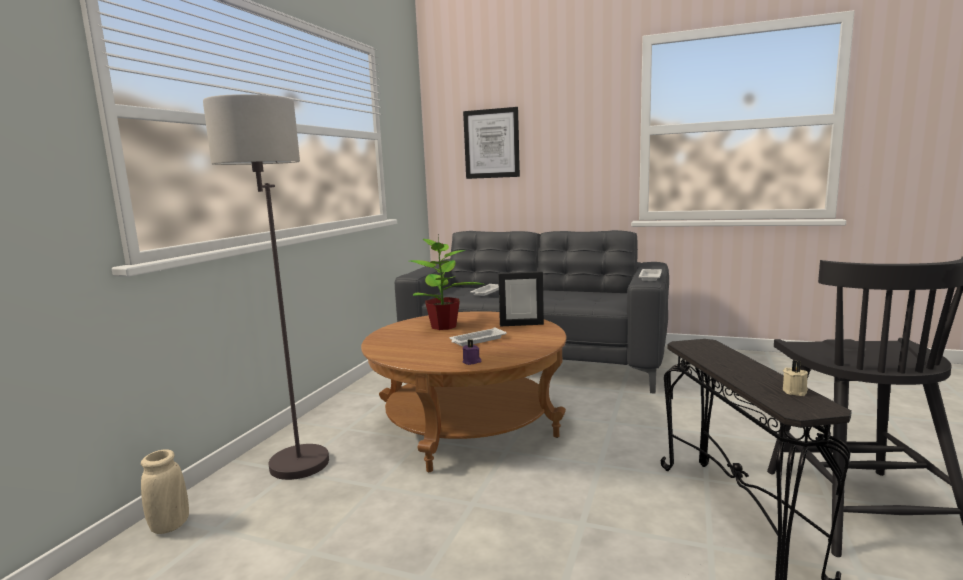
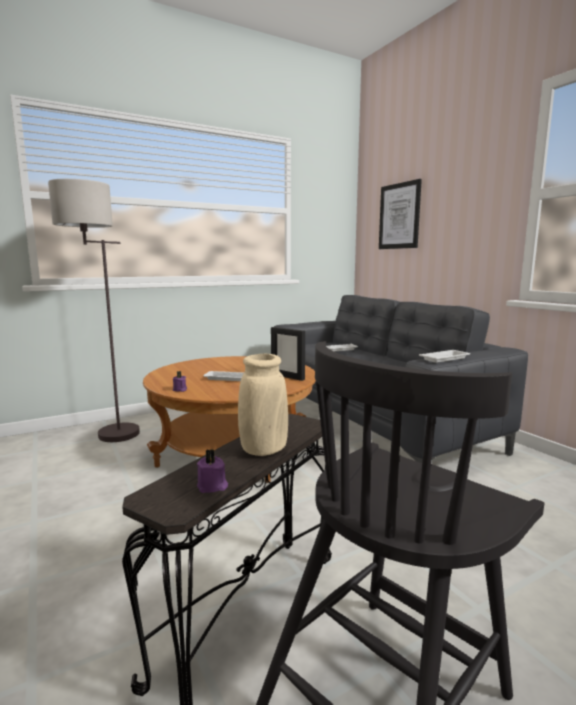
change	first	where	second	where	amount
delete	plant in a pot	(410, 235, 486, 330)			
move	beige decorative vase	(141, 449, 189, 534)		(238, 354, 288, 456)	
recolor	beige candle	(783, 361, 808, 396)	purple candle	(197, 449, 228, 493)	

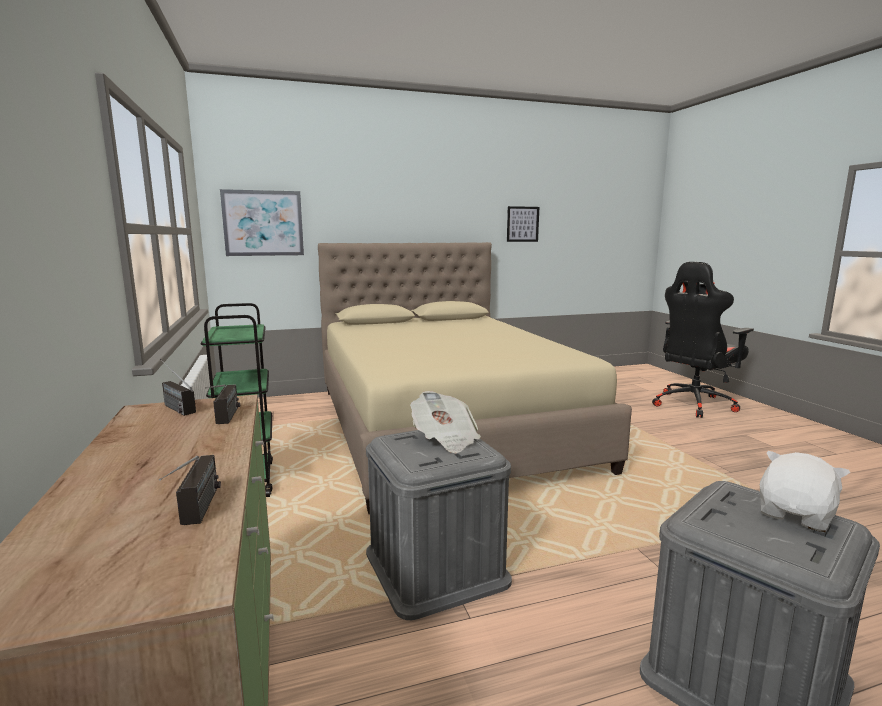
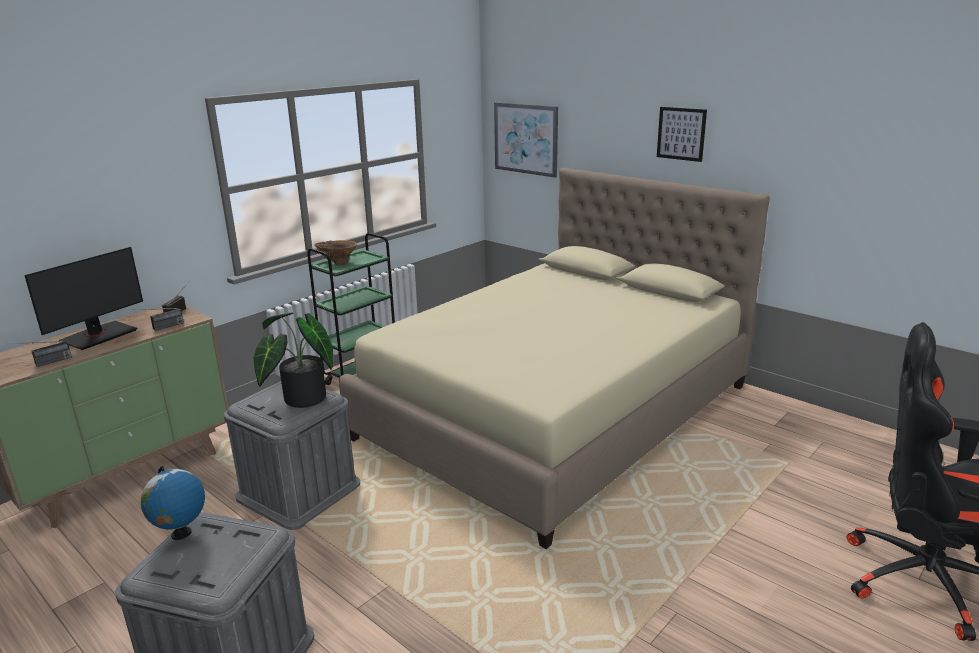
change	first	where	second	where	amount
delete	white soft toy	(760, 451, 850, 532)			
insert			computer display	(24, 247, 143, 350)	
insert			world globe	(141, 466, 205, 540)	
insert			brown decorative vase	(315, 240, 357, 265)	
move	wall art	(507, 206, 539, 242)		(657, 107, 707, 162)	
replace	newspaper	(410, 391, 481, 453)	plant in a pot	(254, 312, 333, 408)	

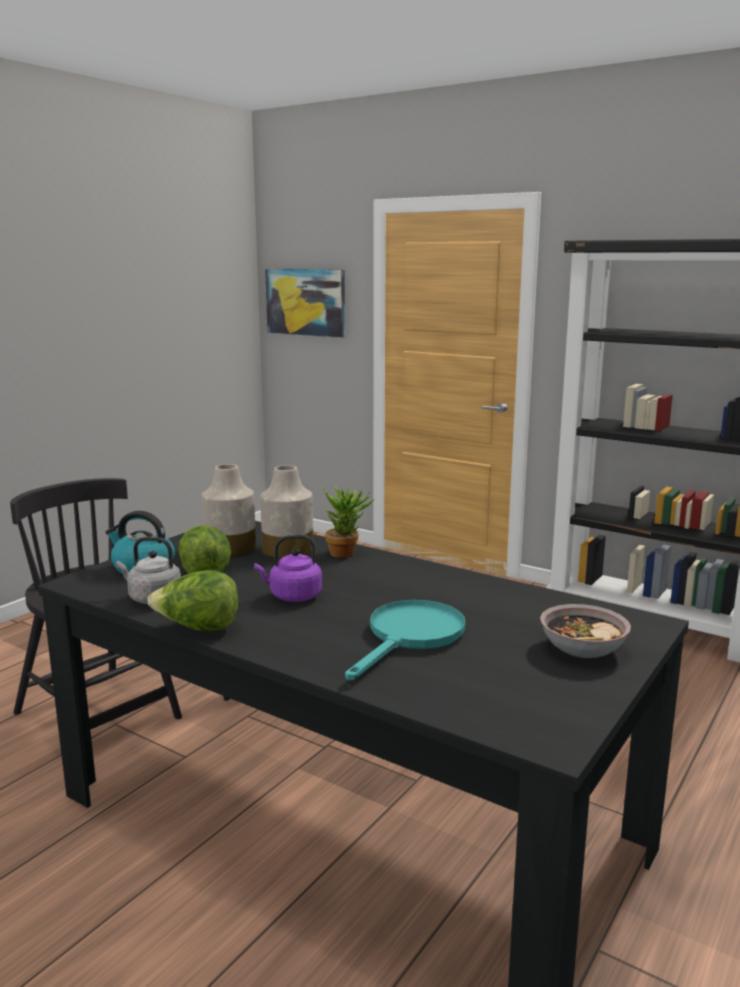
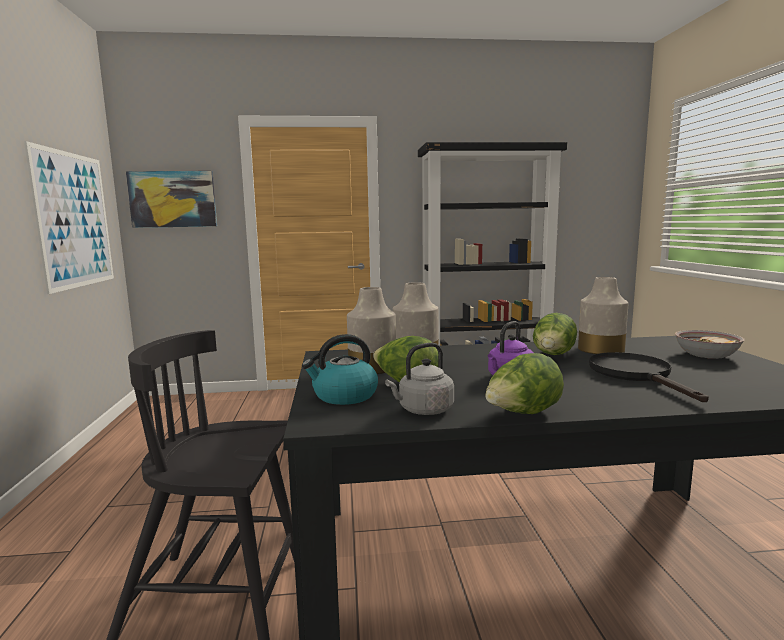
change	first	where	second	where	amount
delete	plant in a pot	(321, 486, 375, 558)			
insert			wall art	(24, 141, 114, 294)	
insert			lettuce	(533, 313, 577, 355)	
insert			beige decorative vase	(578, 277, 629, 354)	
recolor	blue-green frying pan	(345, 600, 465, 680)	black frying pan	(589, 352, 709, 402)	

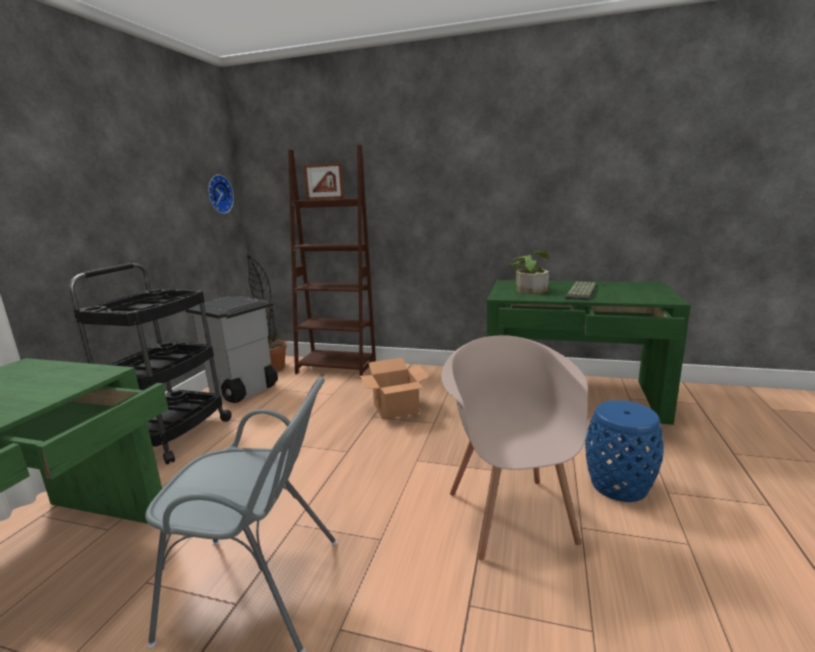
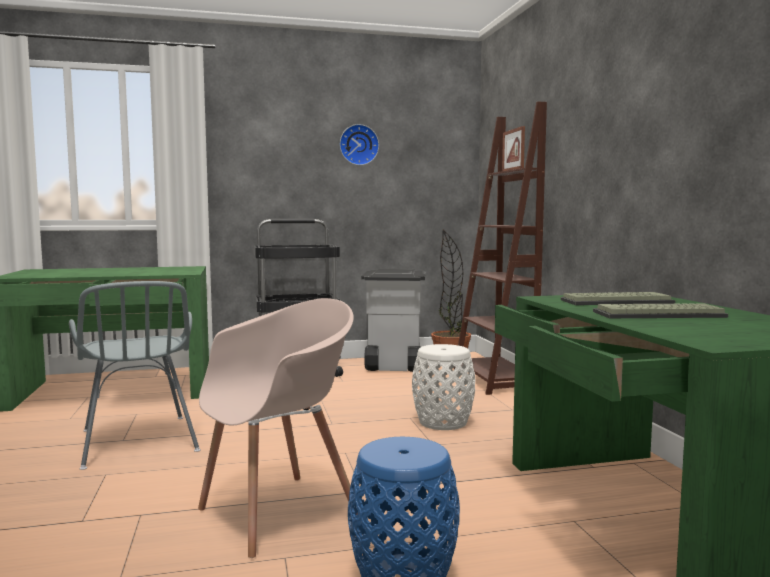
change	first	where	second	where	amount
move	clock on the wall	(208, 175, 234, 214)		(340, 124, 379, 165)	
replace	carton	(360, 357, 430, 419)	white stool	(412, 344, 475, 430)	
replace	plant in a pot	(508, 251, 549, 294)	computer keyboard	(561, 292, 676, 305)	

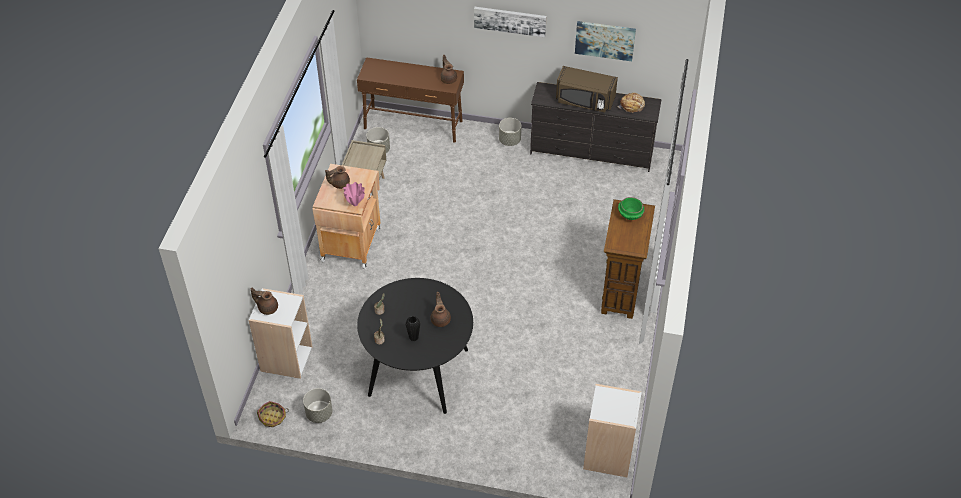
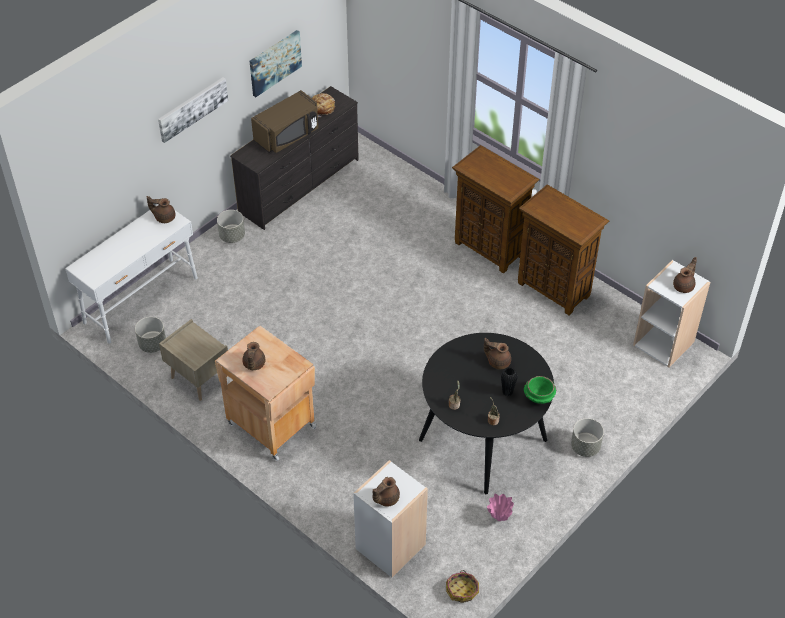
change	first	where	second	where	amount
insert			brown storage cabinet	(518, 184, 609, 315)	
insert			brown pot for tea	(673, 257, 697, 293)	
move	gray plant pot	(303, 388, 333, 423)		(571, 418, 604, 457)	
move	pink decorative vase	(343, 182, 365, 206)		(487, 494, 514, 521)	
move	greenish deep dish	(618, 197, 645, 220)		(524, 376, 556, 404)	
recolor	brown hall table	(357, 57, 464, 143)	white hall table	(65, 204, 198, 344)	

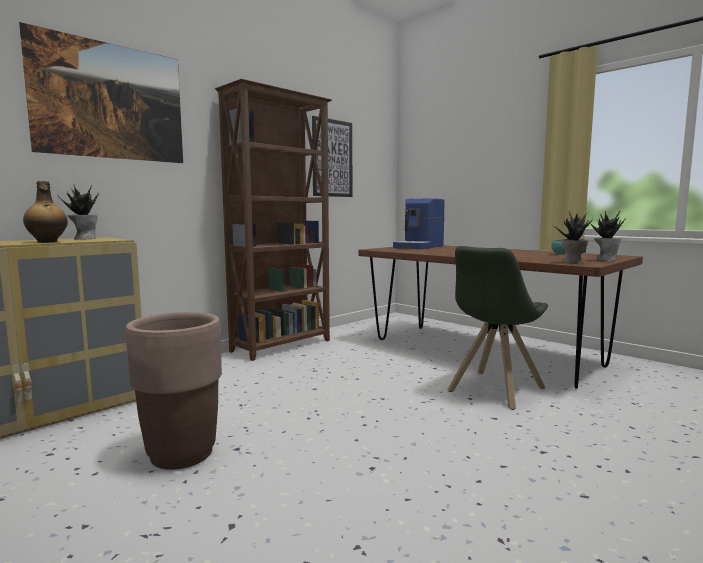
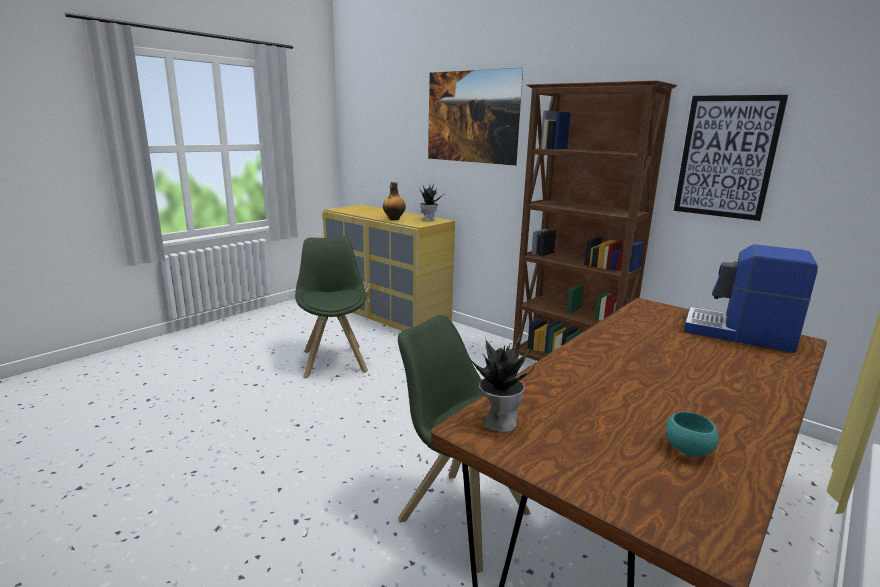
change	first	where	second	where	amount
delete	plant in a pot	(588, 211, 626, 261)			
replace	brown plant pot	(126, 312, 222, 470)	greenish plain chair	(295, 237, 368, 378)	

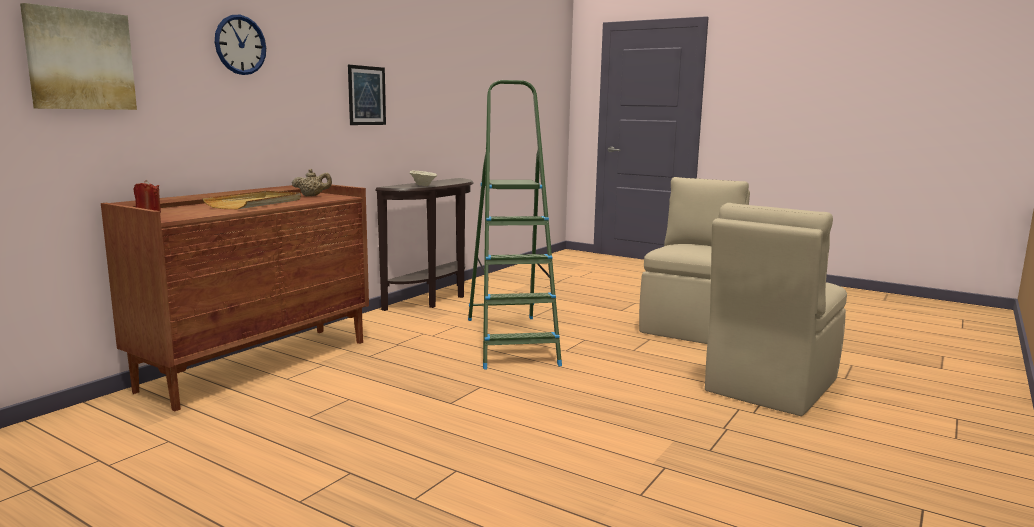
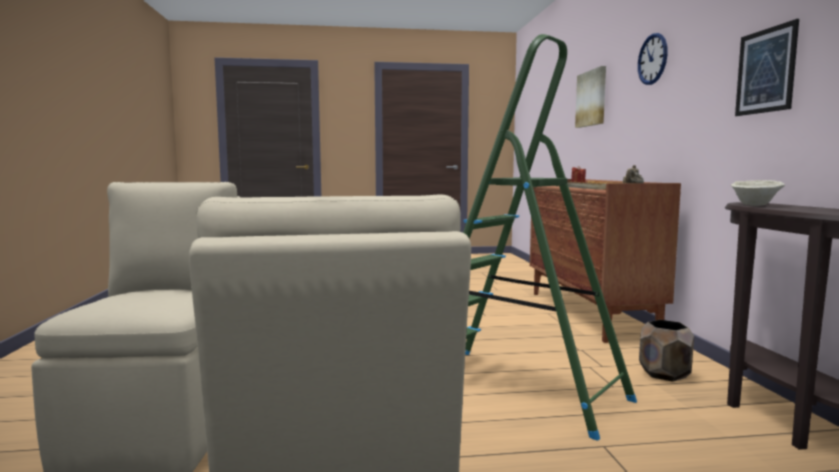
change	first	where	second	where	amount
insert			brown plant pot	(639, 320, 694, 382)	

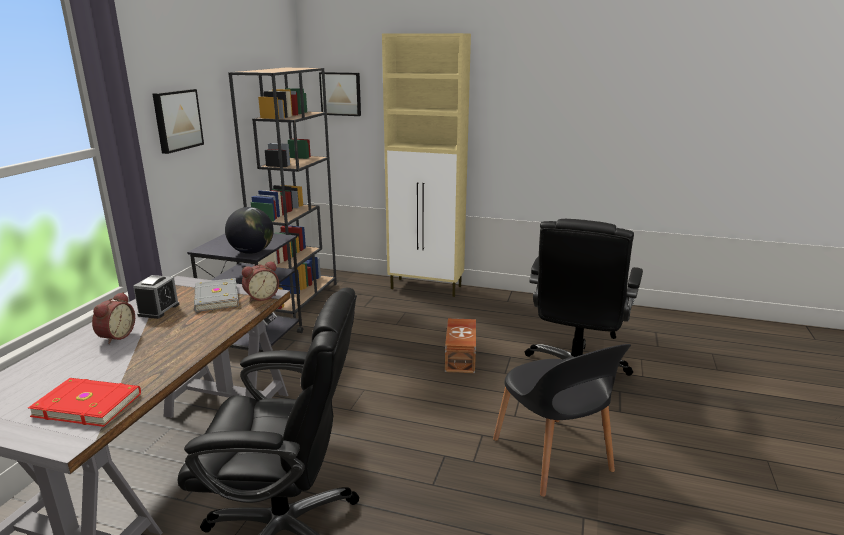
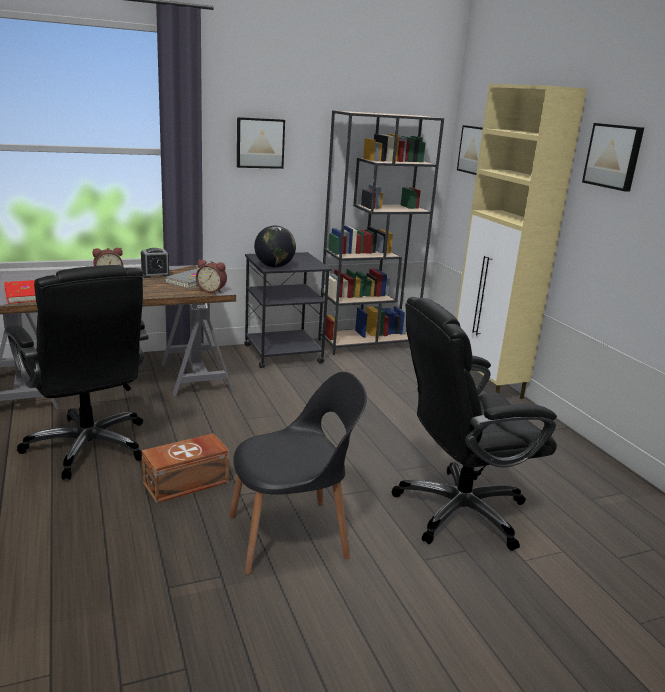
change	first	where	second	where	amount
insert			wall art	(582, 123, 644, 191)	
move	brown storage box	(445, 318, 476, 373)		(142, 433, 229, 503)	
rotate	black plain chair	(493, 344, 631, 497)		(229, 372, 367, 574)	135 degrees counterclockwise

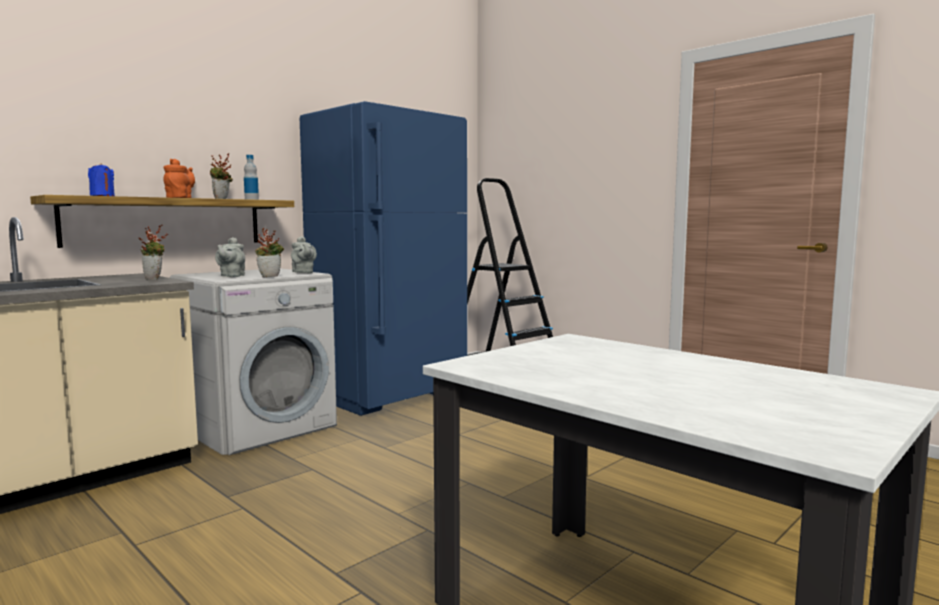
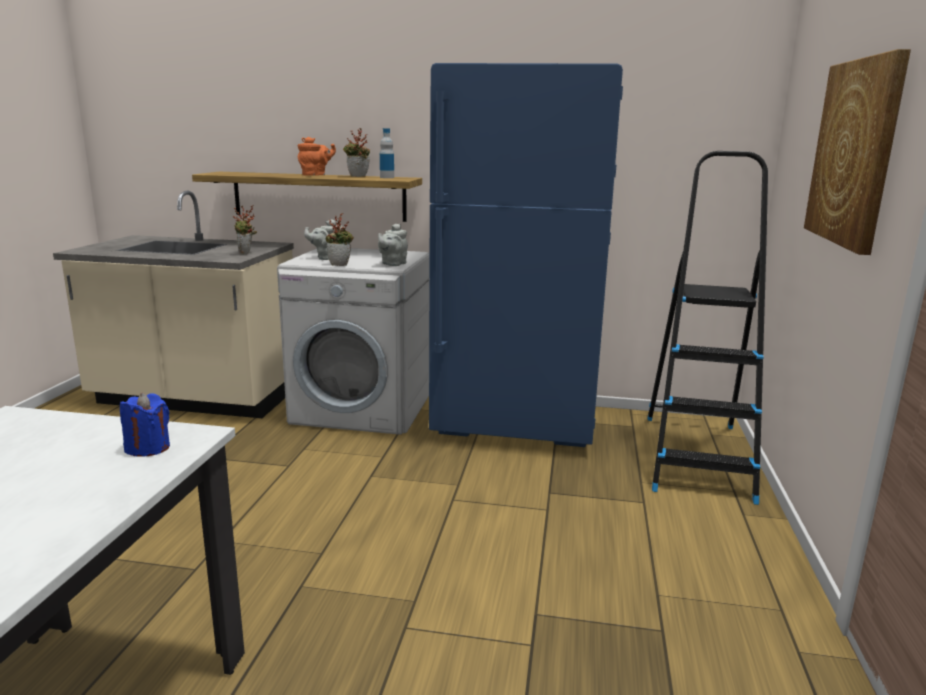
change	first	where	second	where	amount
insert			wall art	(804, 49, 911, 255)	
move	blue candle	(88, 163, 115, 196)		(120, 393, 170, 457)	

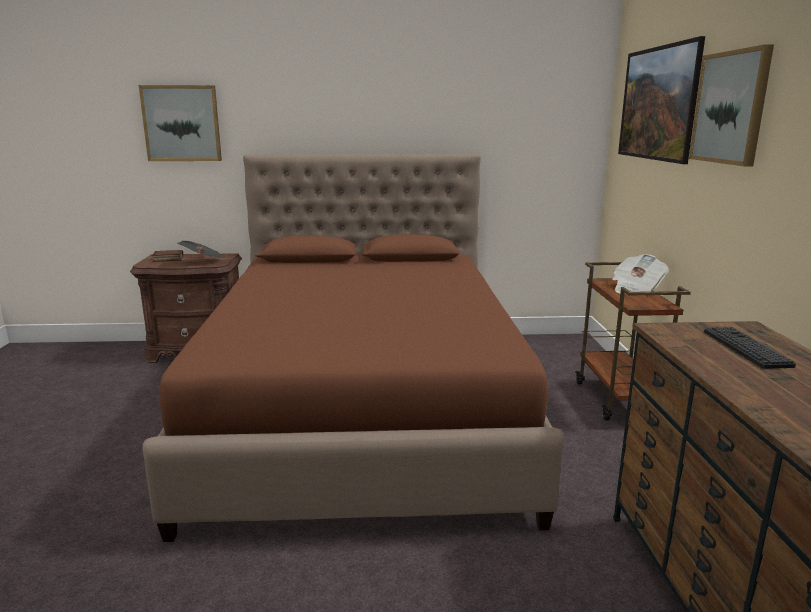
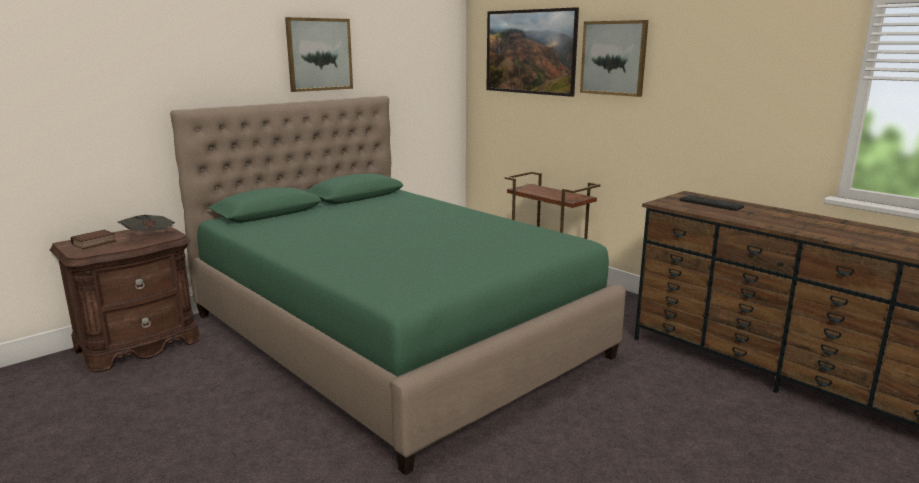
change	first	where	second	where	amount
delete	newspaper	(613, 254, 669, 294)			
move	wall art	(139, 85, 222, 161)		(285, 17, 353, 92)	
recolor	brown bed	(142, 154, 564, 542)	greenish bed	(170, 96, 626, 475)	

